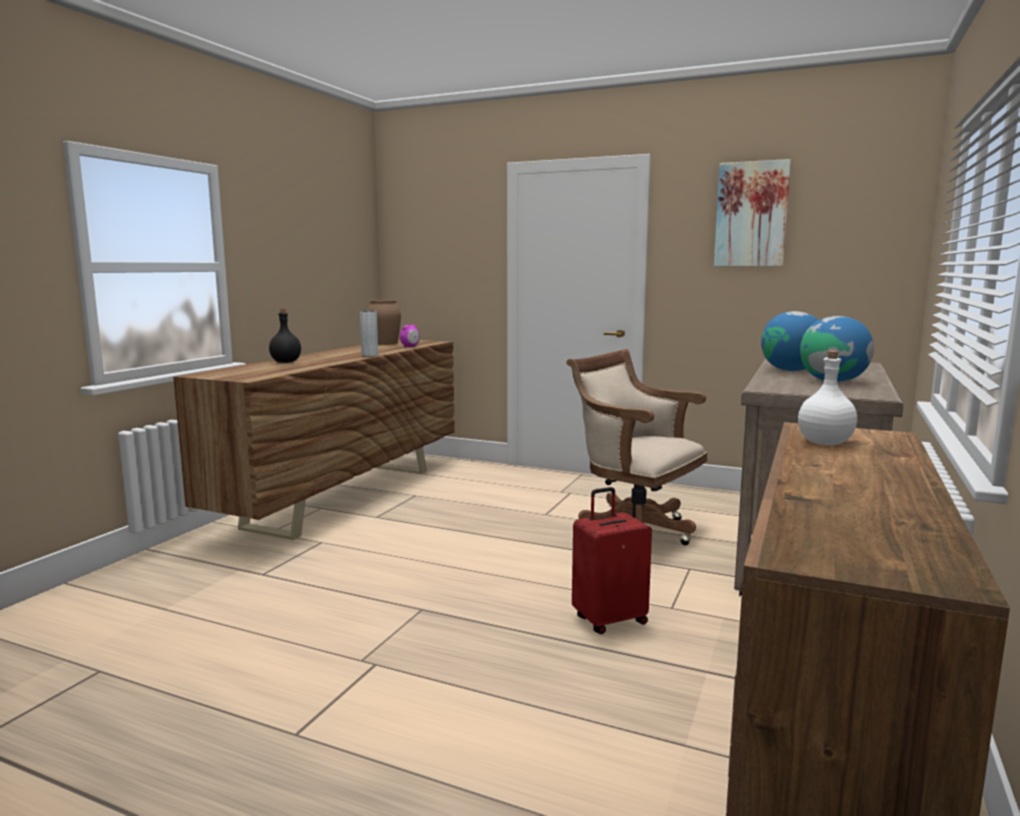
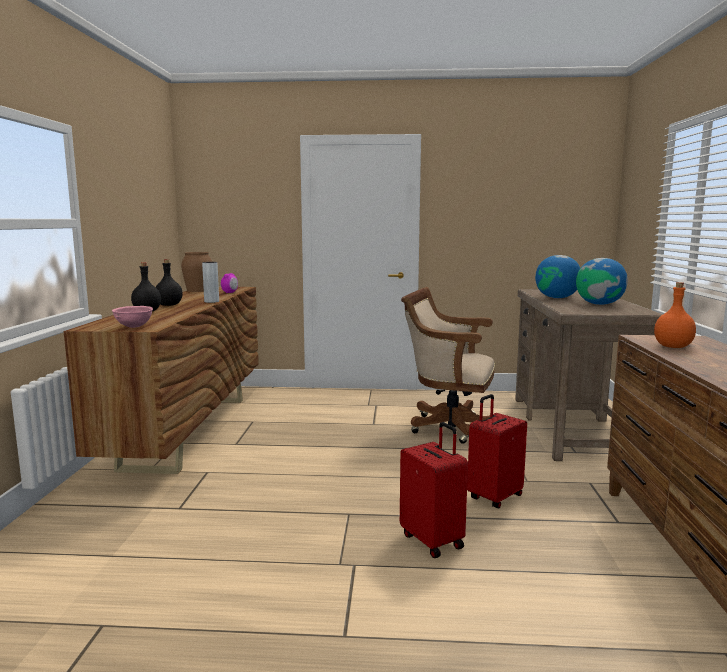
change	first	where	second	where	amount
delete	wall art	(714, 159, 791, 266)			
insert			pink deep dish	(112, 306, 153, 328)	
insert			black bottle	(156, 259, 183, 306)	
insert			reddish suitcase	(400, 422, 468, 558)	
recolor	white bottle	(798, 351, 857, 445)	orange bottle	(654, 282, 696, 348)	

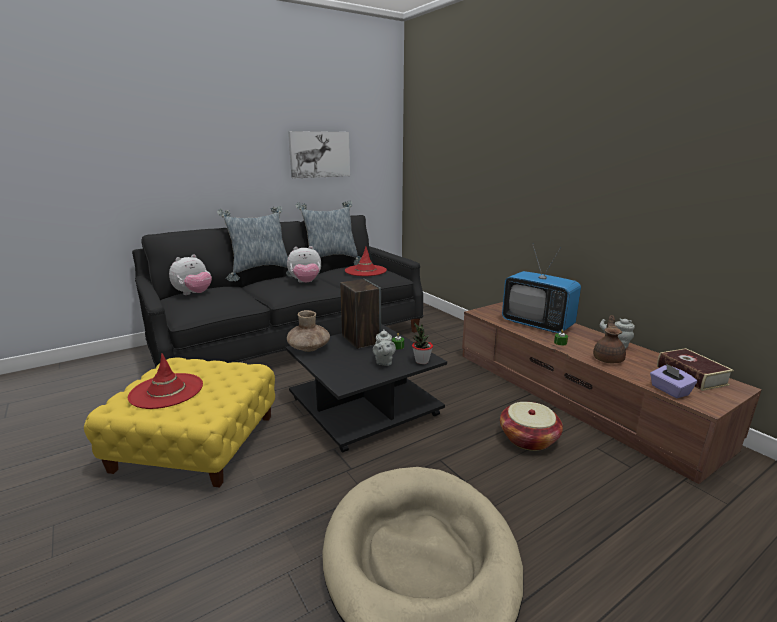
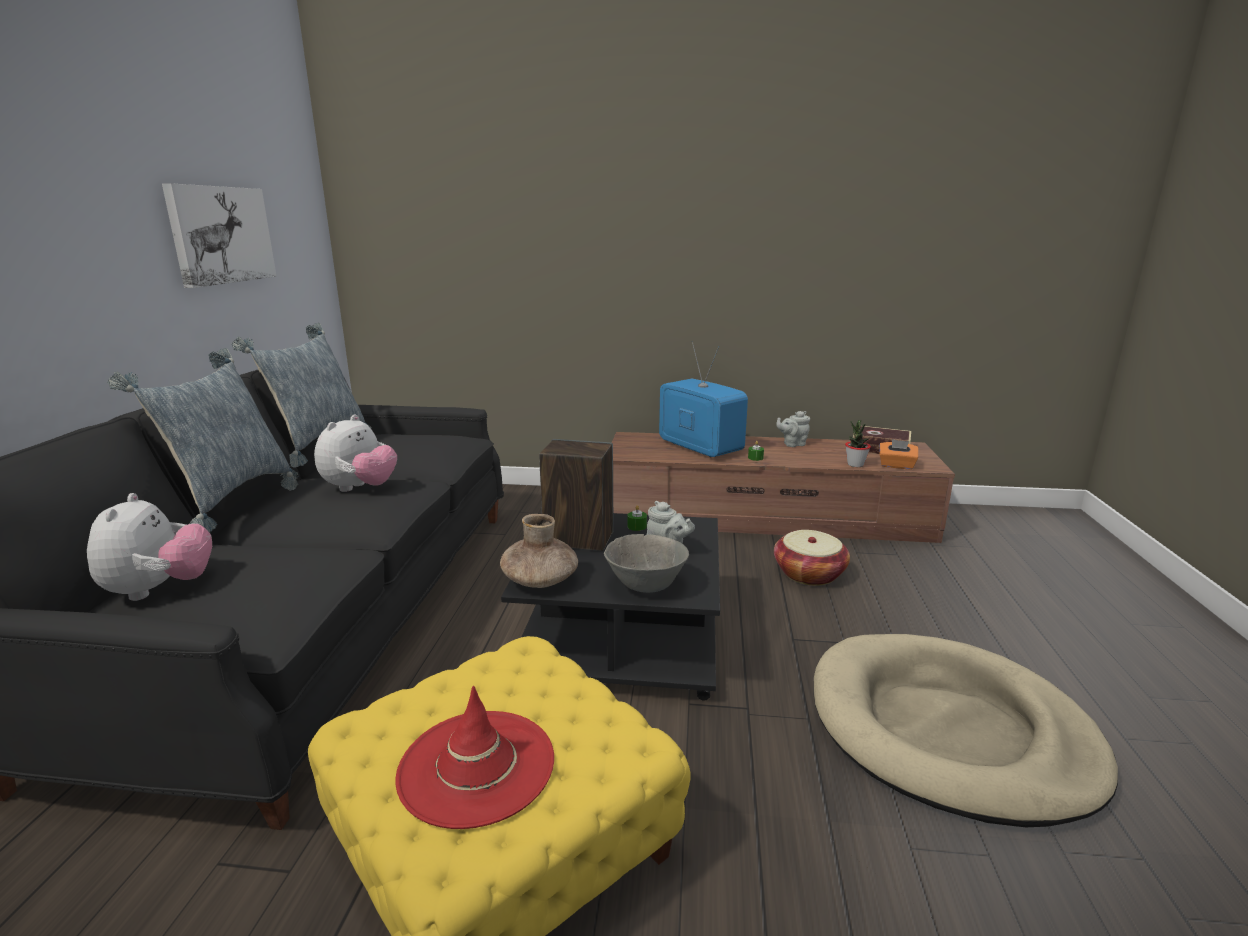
change	first	where	second	where	amount
delete	reddish hat	(345, 246, 387, 276)			
delete	brown pot for tea	(593, 315, 626, 363)			
insert			gray deep dish	(604, 534, 689, 593)	
move	plant in a pot	(412, 322, 433, 364)		(845, 420, 871, 467)	
recolor	purple box of tissues	(650, 364, 697, 398)	orange box of tissues	(879, 439, 918, 470)	
rotate	television	(502, 243, 581, 333)		(659, 341, 748, 457)	120 degrees counterclockwise

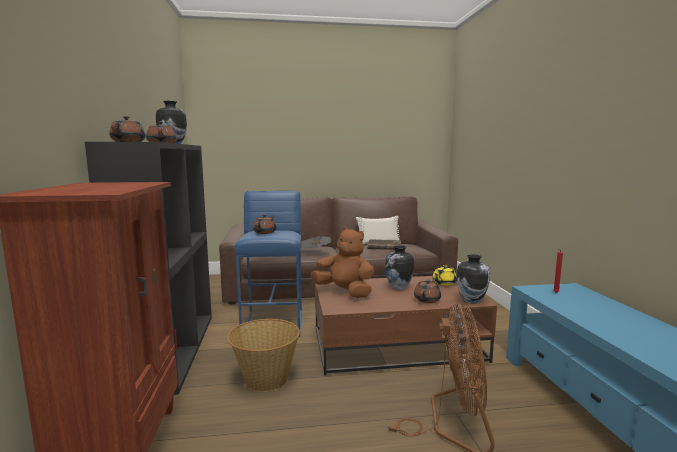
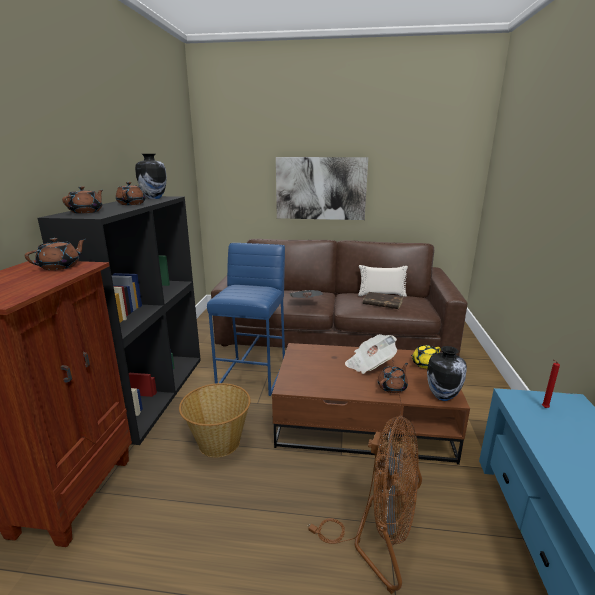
change	first	where	second	where	amount
delete	brown soft toy	(310, 227, 374, 298)			
insert			wall art	(276, 157, 368, 220)	
move	brown pot for tea	(253, 214, 277, 234)		(25, 238, 86, 270)	
replace	decorative vase	(385, 245, 414, 290)	newspaper	(345, 334, 397, 374)	

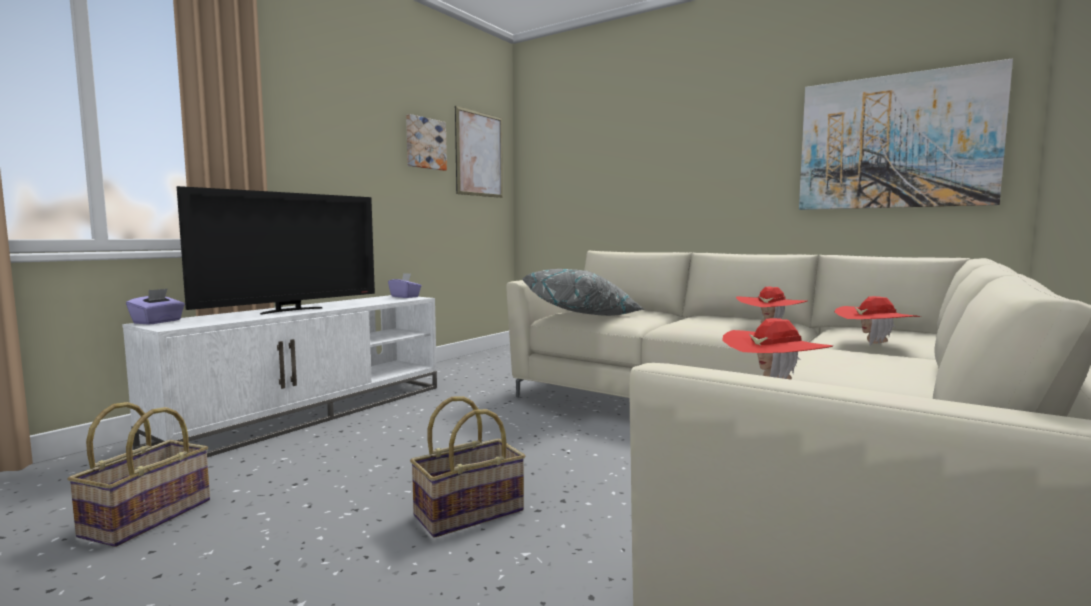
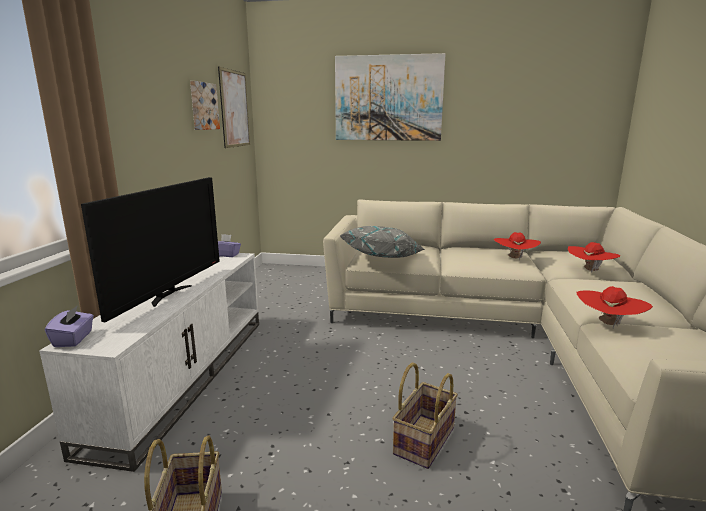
change	first	where	second	where	amount
move	wall art	(799, 59, 1013, 210)		(335, 53, 446, 141)	

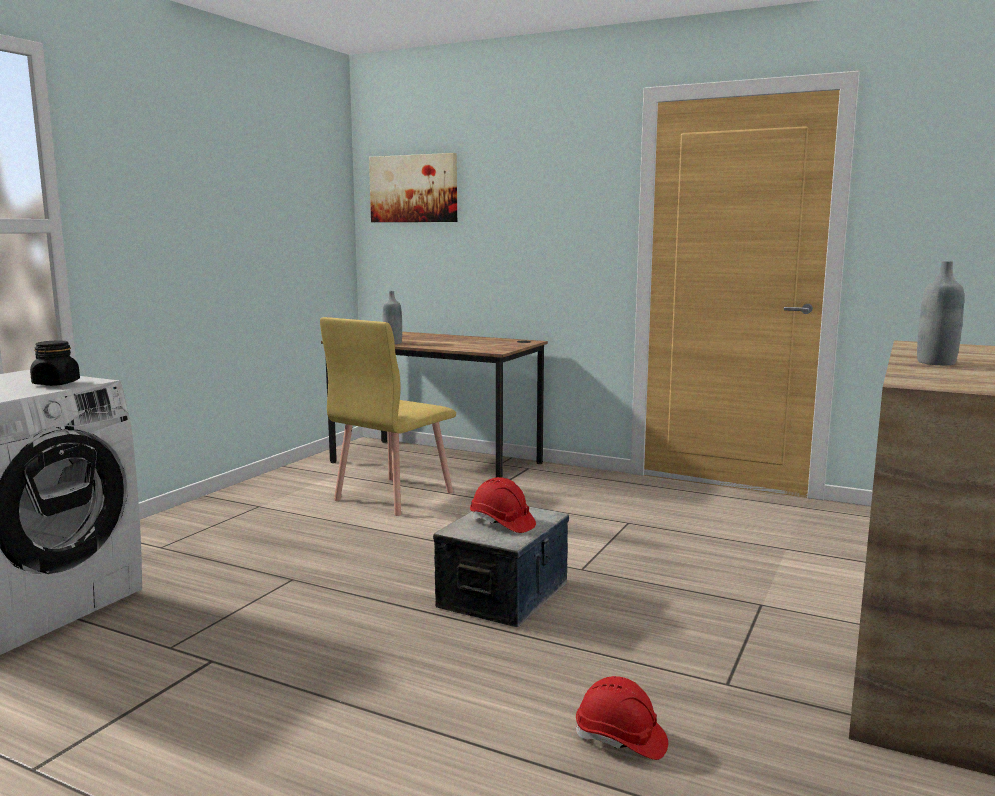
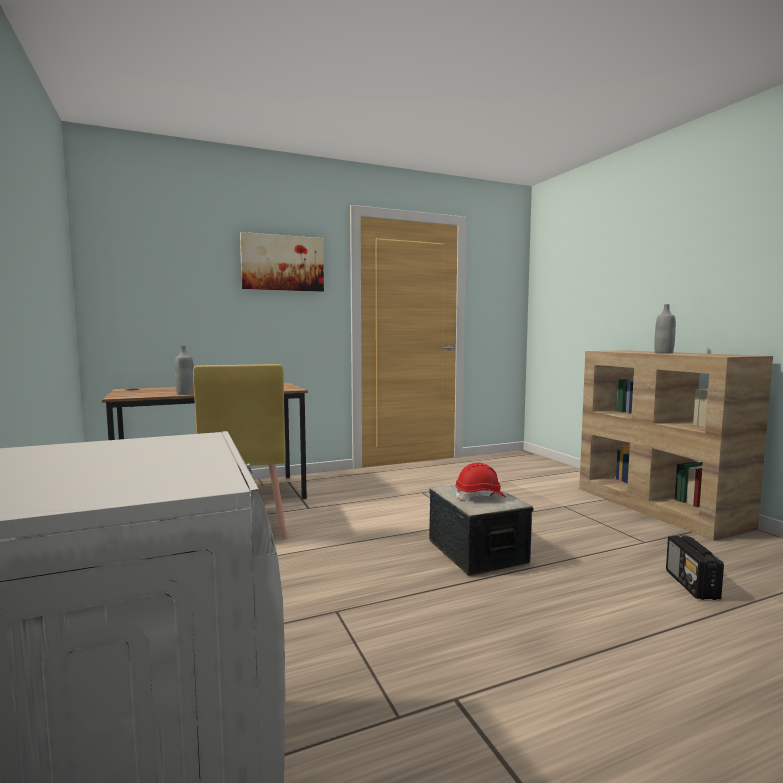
change	first	where	second	where	amount
delete	black storage jar	(30, 340, 80, 386)			
move	wall art	(369, 153, 457, 222)		(240, 232, 324, 292)	
replace	reddish work helmet	(575, 676, 668, 760)	radio set	(666, 535, 724, 600)	

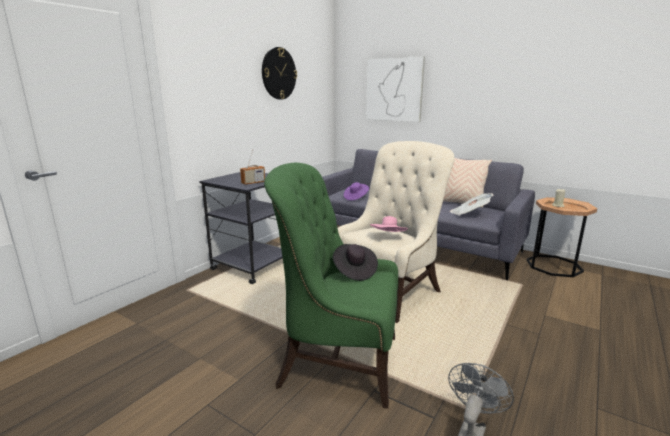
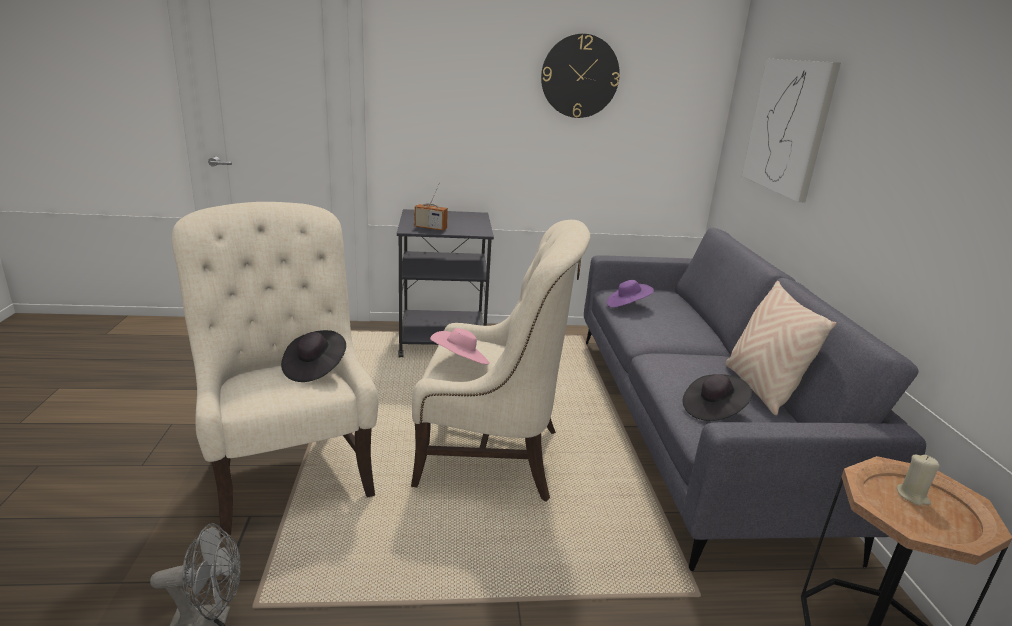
change	first	where	second	where	amount
replace	newspaper	(450, 193, 494, 216)	black hat	(683, 374, 752, 421)	
recolor	greenish easy chair	(264, 162, 398, 409)	beige easy chair	(172, 202, 378, 537)	

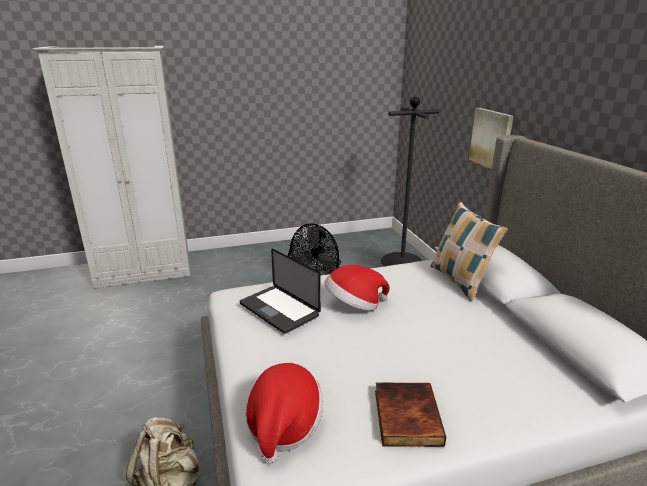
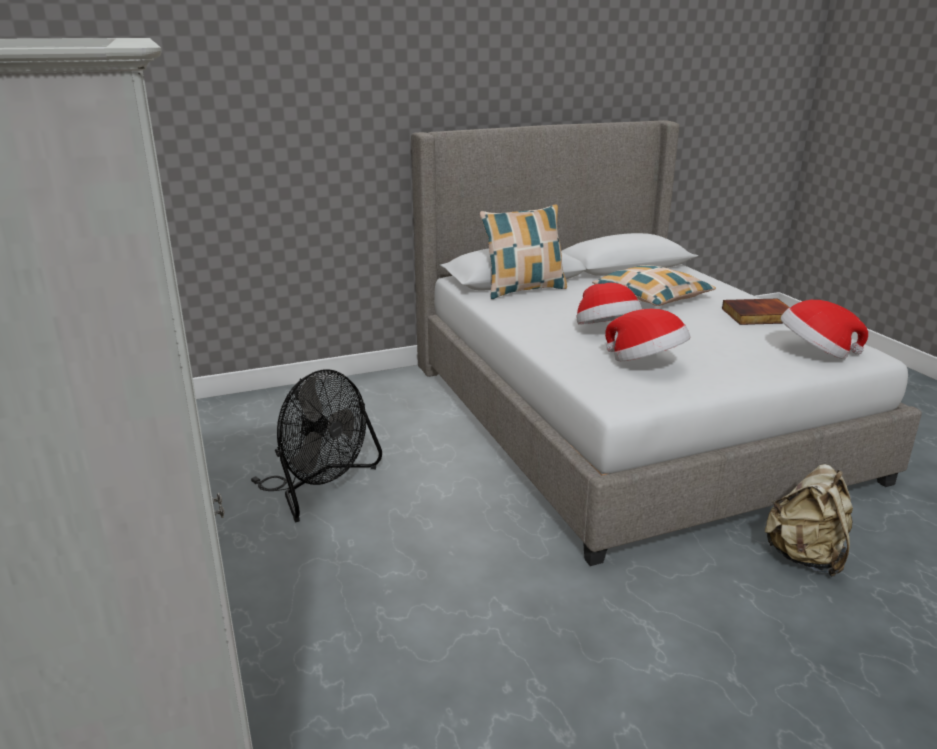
change	first	where	second	where	amount
delete	black garment stand	(381, 97, 439, 266)			
delete	wall art	(469, 108, 513, 169)			
insert			pillow	(592, 265, 716, 306)	
replace	portable computer	(240, 249, 321, 334)	hat	(605, 309, 690, 361)	

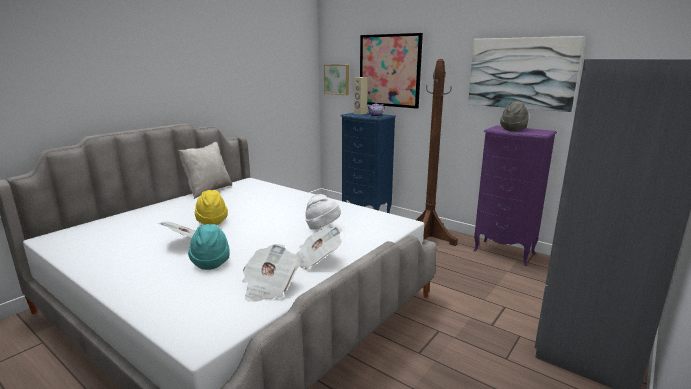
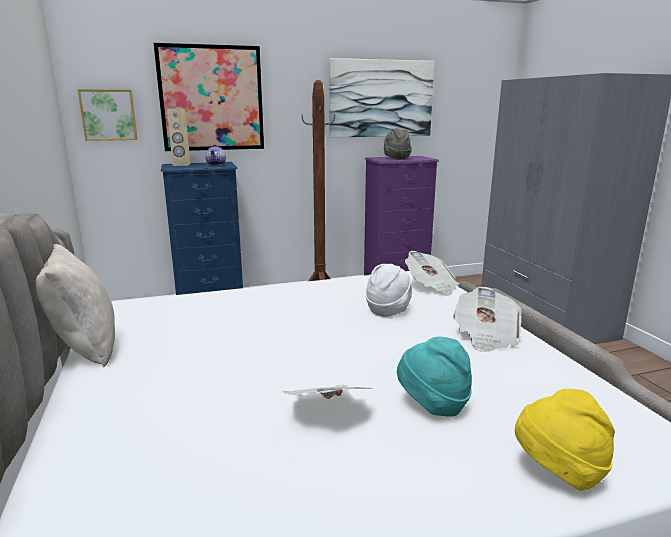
change	first	where	second	where	amount
move	yellow hat	(195, 190, 228, 225)		(515, 389, 615, 491)	
move	newspaper	(242, 244, 299, 302)		(405, 251, 459, 296)	

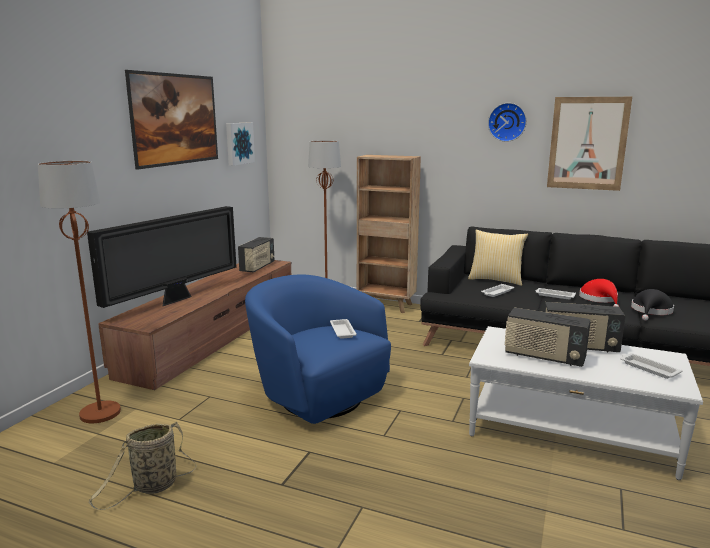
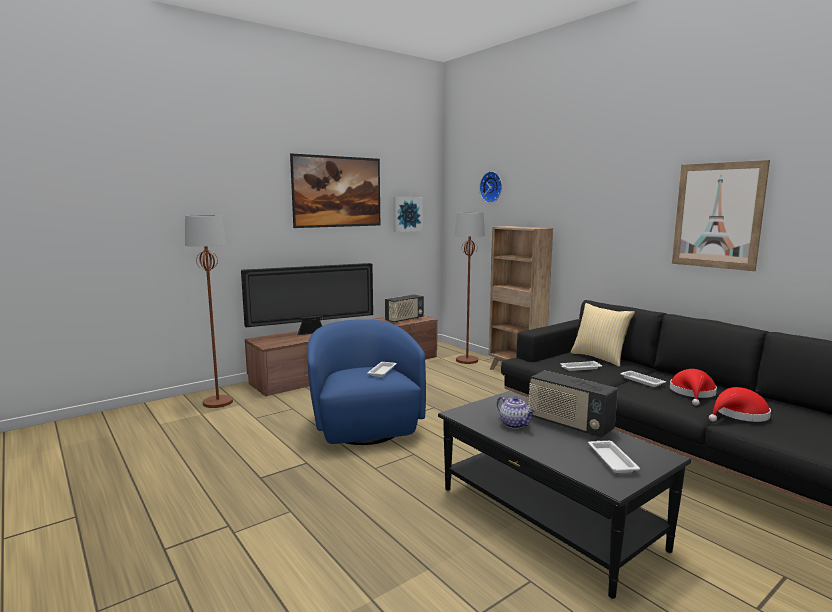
change	first	where	second	where	amount
delete	household basket	(88, 422, 196, 510)			
move	clock on the wall	(488, 103, 527, 142)		(479, 171, 502, 203)	
replace	radio set	(504, 308, 591, 367)	pot for tea	(497, 396, 535, 429)	
recolor	white lounge table	(469, 326, 703, 480)	black lounge table	(438, 391, 691, 599)	
recolor	black hat	(631, 289, 674, 320)	reddish hat	(709, 387, 771, 422)	

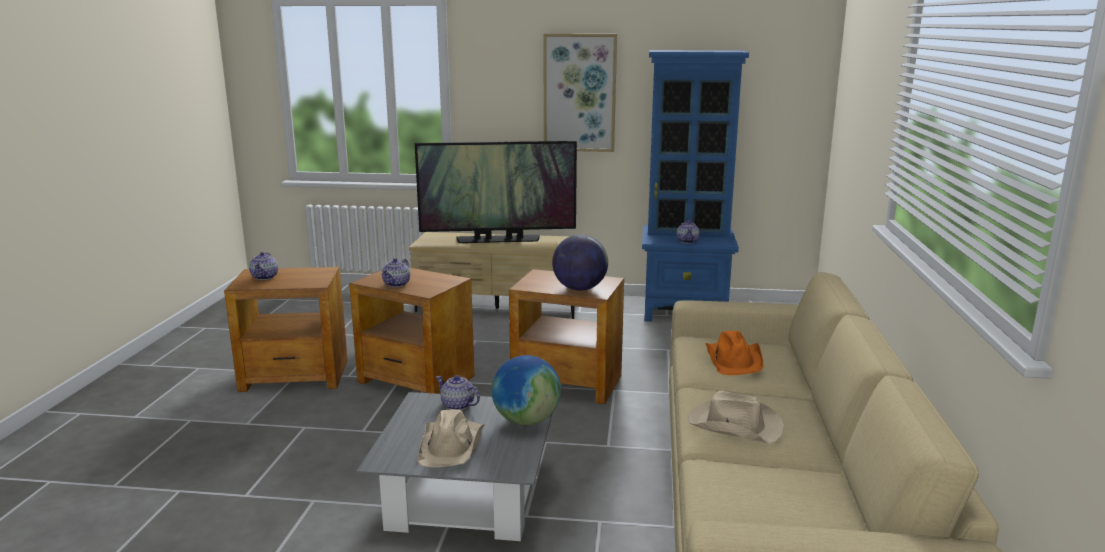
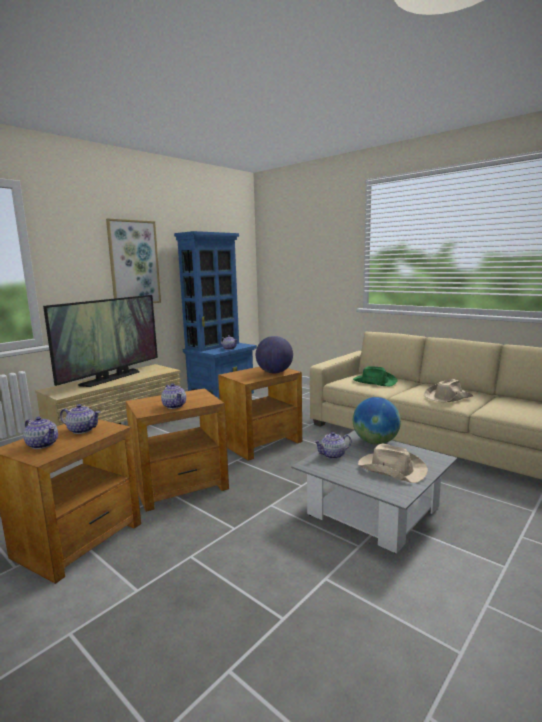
change	first	where	second	where	amount
insert			pot for tea	(60, 404, 100, 434)	
recolor	orange hat	(706, 331, 763, 375)	greenish hat	(353, 366, 397, 387)	

